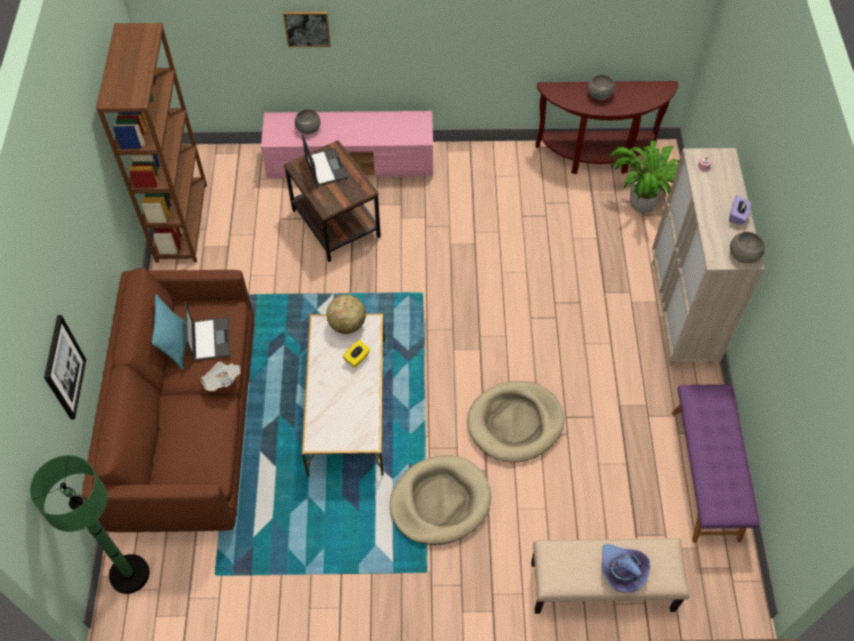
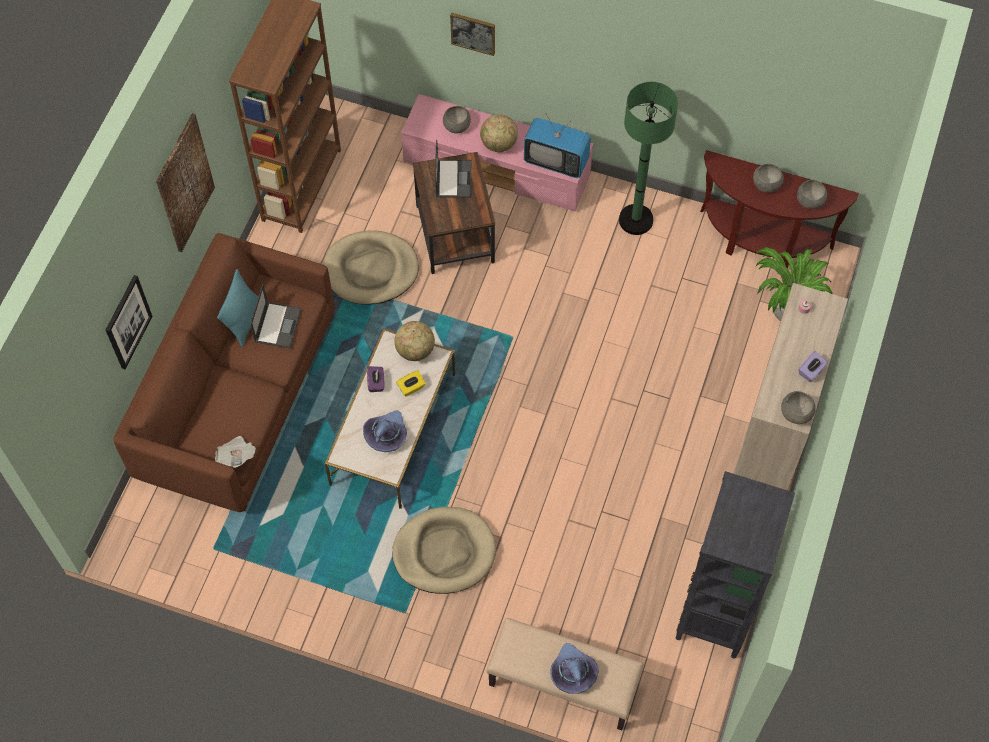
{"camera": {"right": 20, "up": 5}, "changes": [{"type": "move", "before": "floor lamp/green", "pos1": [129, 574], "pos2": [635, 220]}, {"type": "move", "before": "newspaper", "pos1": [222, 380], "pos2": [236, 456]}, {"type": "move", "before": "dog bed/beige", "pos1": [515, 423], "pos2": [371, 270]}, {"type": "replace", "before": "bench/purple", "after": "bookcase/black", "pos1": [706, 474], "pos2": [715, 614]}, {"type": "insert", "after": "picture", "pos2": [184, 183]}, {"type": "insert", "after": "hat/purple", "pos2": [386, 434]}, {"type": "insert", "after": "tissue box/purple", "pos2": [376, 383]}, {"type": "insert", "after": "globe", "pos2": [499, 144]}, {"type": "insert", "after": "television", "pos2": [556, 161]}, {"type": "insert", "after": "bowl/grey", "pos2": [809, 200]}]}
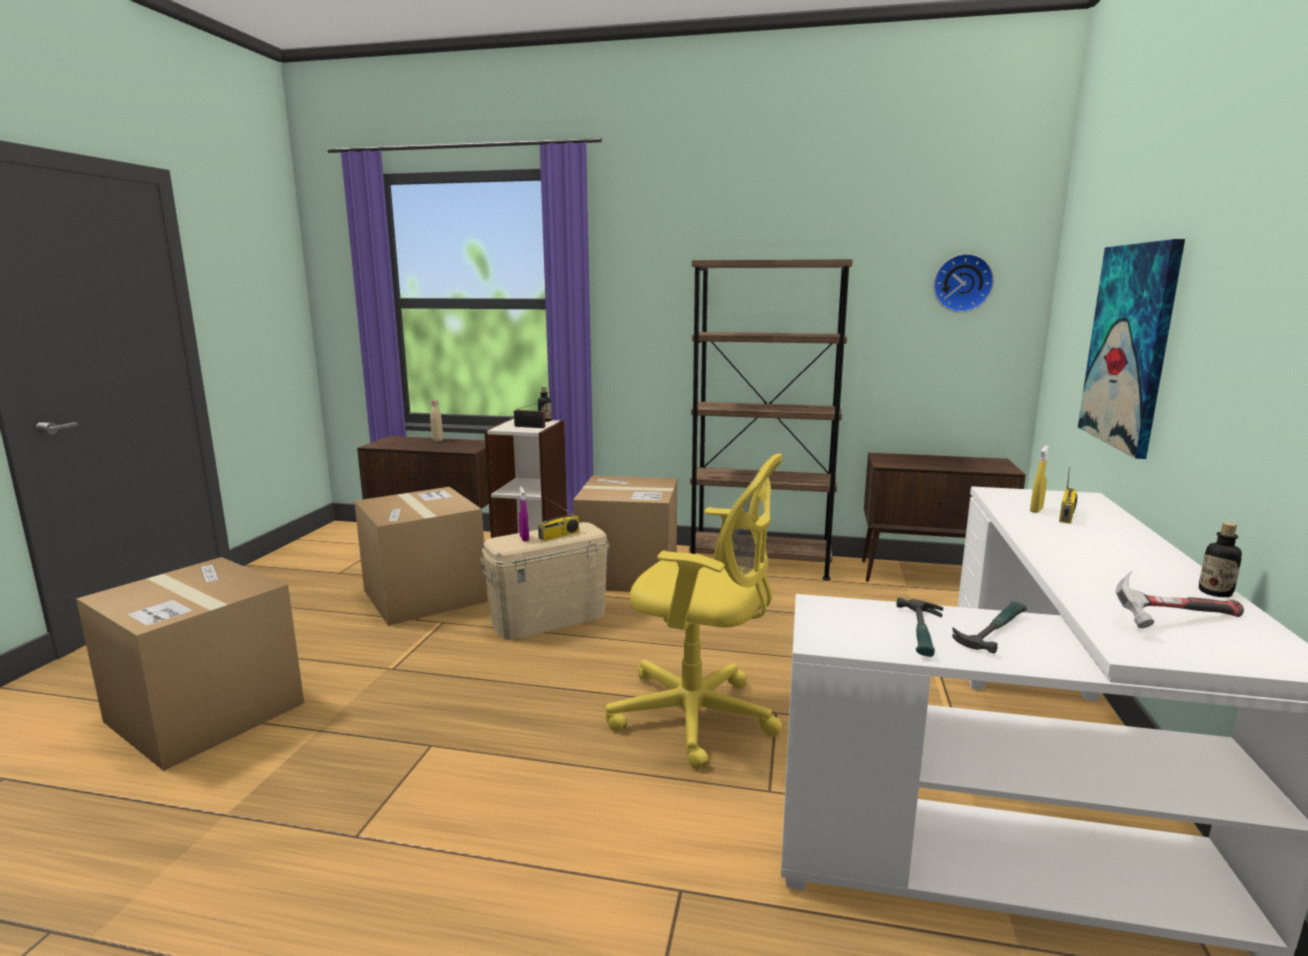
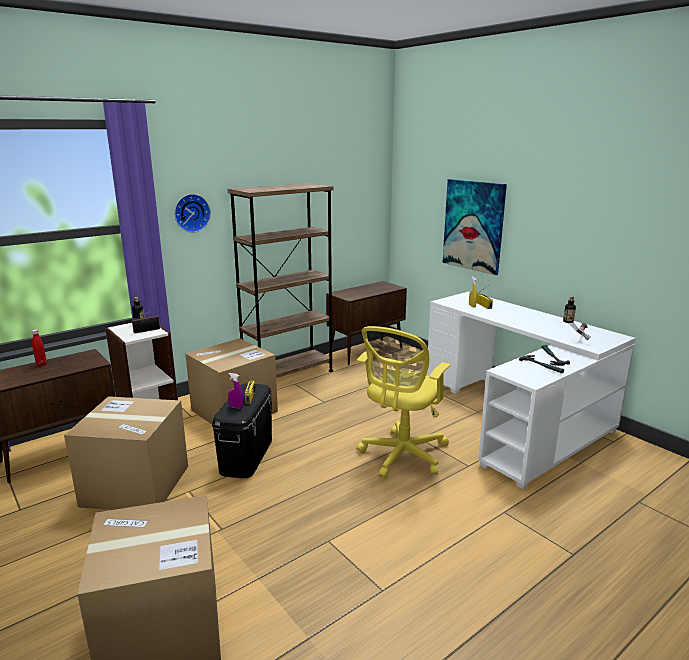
{"camera": {"right": -50, "up": 5}, "changes": [{"type": "recolor", "before": "bottle/beige", "after": "bottle/red", "pos1": [437, 440], "pos2": [41, 364]}, {"type": "recolor", "before": "storage box/beige", "after": "storage box/black", "pos1": [549, 619], "pos2": [246, 455]}, {"type": "rotate", "before": "office chair/yellow", "pos1": [699, 718], "pos2": [401, 457], "turn": 150}, {"type": "move", "before": "wall clock", "pos1": [962, 283], "pos2": [191, 213]}]}
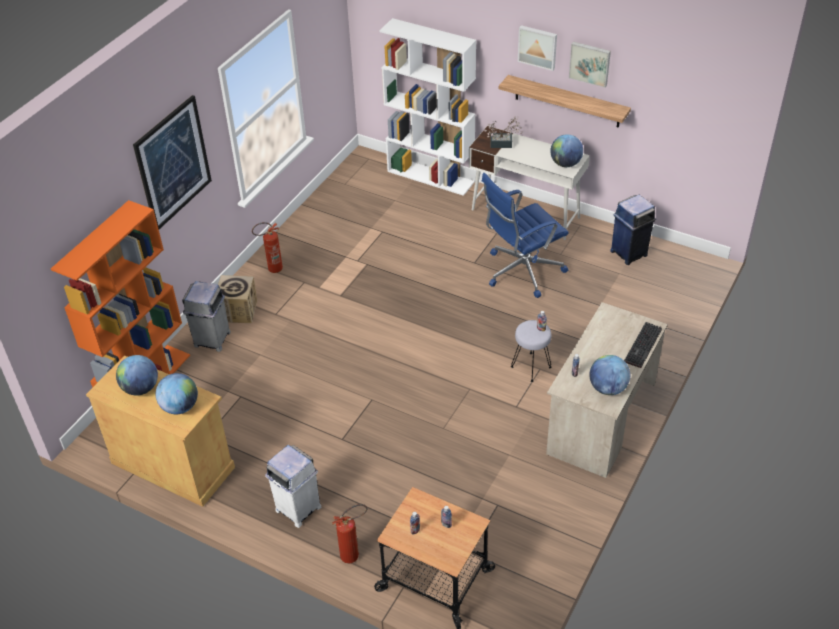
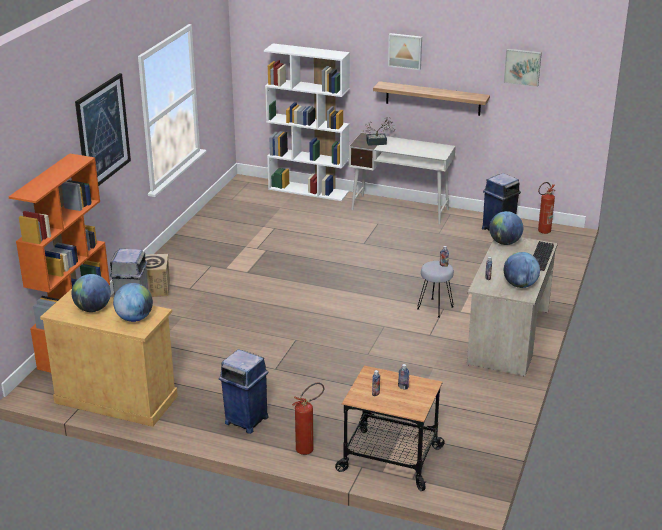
{"camera": {"right": -10, "up": -15}, "changes": [{"type": "move", "before": "fire extinguisher", "pos1": [272, 270], "pos2": [542, 232]}, {"type": "recolor", "before": "trash can/white", "after": "trash can/blue", "pos1": [298, 508], "pos2": [246, 420]}, {"type": "delete", "before": "office chair/blue", "pos1": [521, 271]}, {"type": "move", "before": "globe", "pos1": [565, 164], "pos2": [504, 242]}, {"type": "move", "before": "picture", "pos1": [590, 63], "pos2": [522, 67]}]}
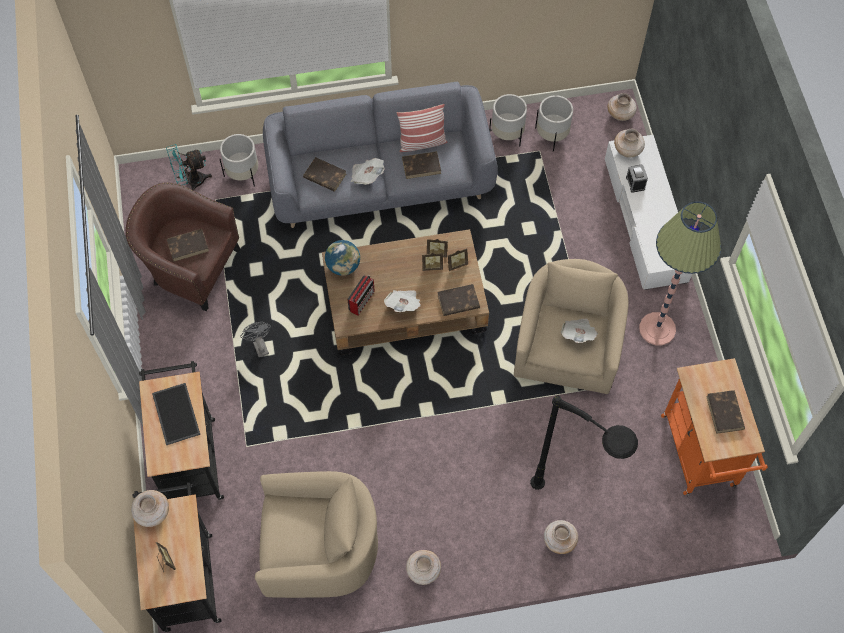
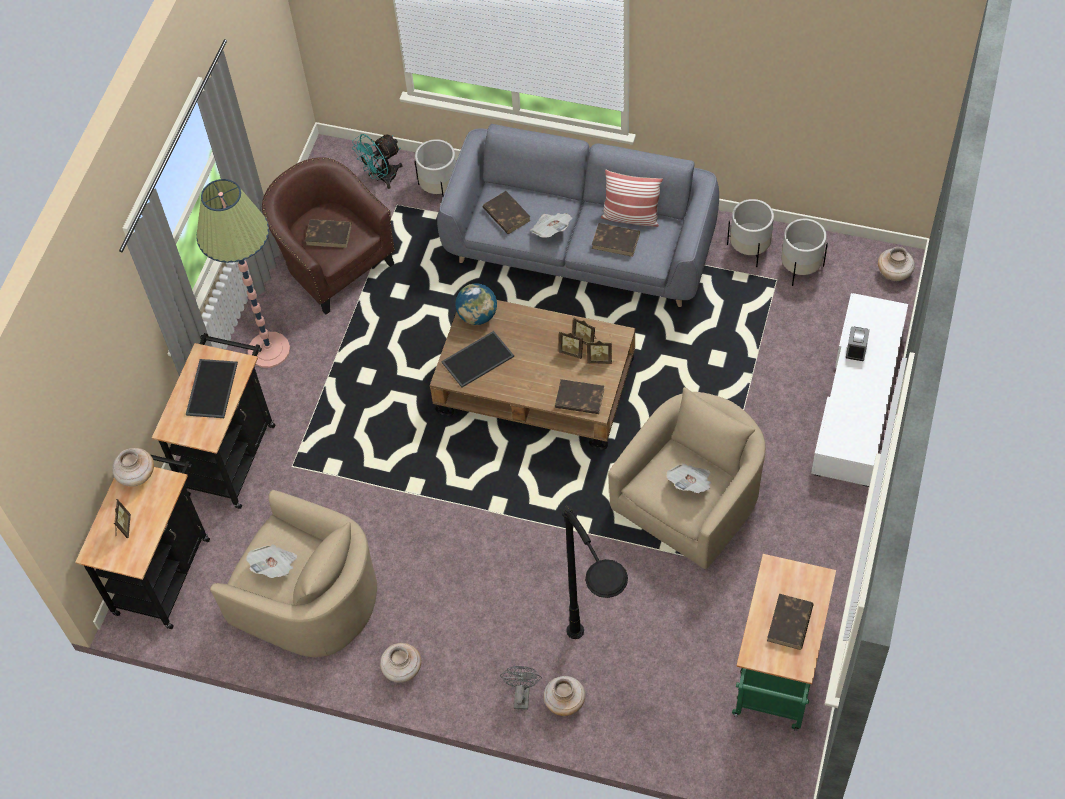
{"camera": {"right": 30, "up": -5}, "changes": [{"type": "rotate", "before": "fan/turquoise", "pos1": [191, 181], "pos2": [382, 177], "turn": -45}, {"type": "move", "before": "fan/grey", "pos1": [259, 345], "pos2": [521, 694]}, {"type": "replace", "before": "radio", "after": "tray", "pos1": [362, 300], "pos2": [477, 358]}, {"type": "move", "before": "newspaper", "pos1": [403, 305], "pos2": [275, 566]}, {"type": "delete", "before": "vase/beige", "pos1": [627, 150]}, {"type": "move", "before": "floor lamp", "pos1": [657, 329], "pos2": [269, 350]}, {"type": "recolor", "before": "cart/orange", "after": "cart/green", "pos1": [700, 456], "pos2": [776, 681]}]}
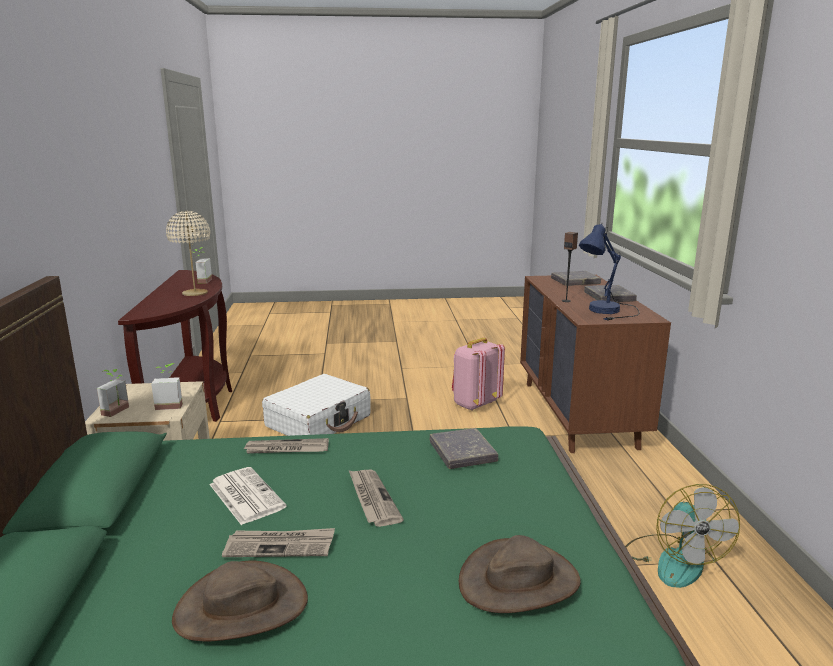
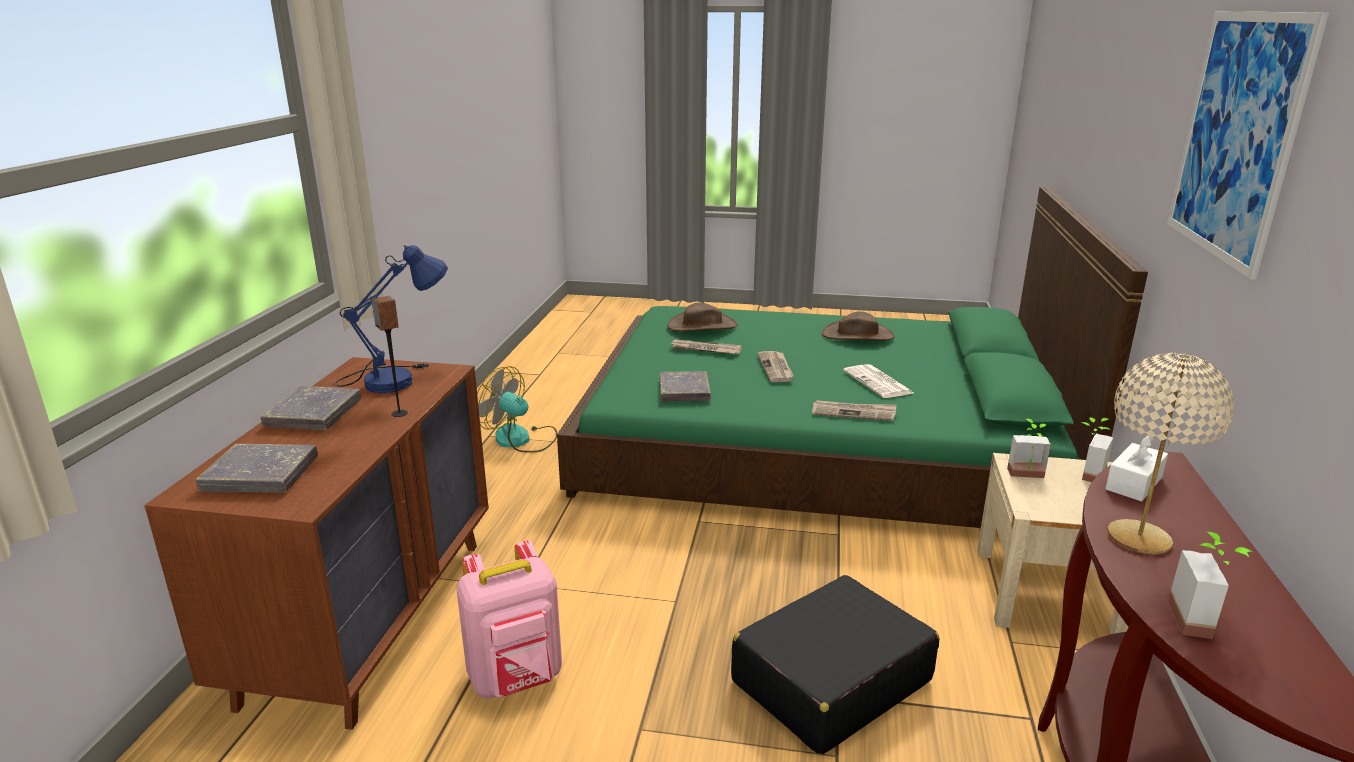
{"camera": {"right": -165, "up": 5}, "changes": [{"type": "move", "before": "newspaper", "pos1": [280, 546], "pos2": [705, 349]}, {"type": "recolor", "before": "suitcase/white", "after": "suitcase/black", "pos1": [319, 421], "pos2": [830, 681]}, {"type": "rotate", "before": "fan", "pos1": [673, 560], "pos2": [520, 439], "turn": -75}, {"type": "insert", "after": "tissue box/white", "pos2": [1133, 483]}, {"type": "insert", "after": "picture", "pos2": [1237, 136]}]}
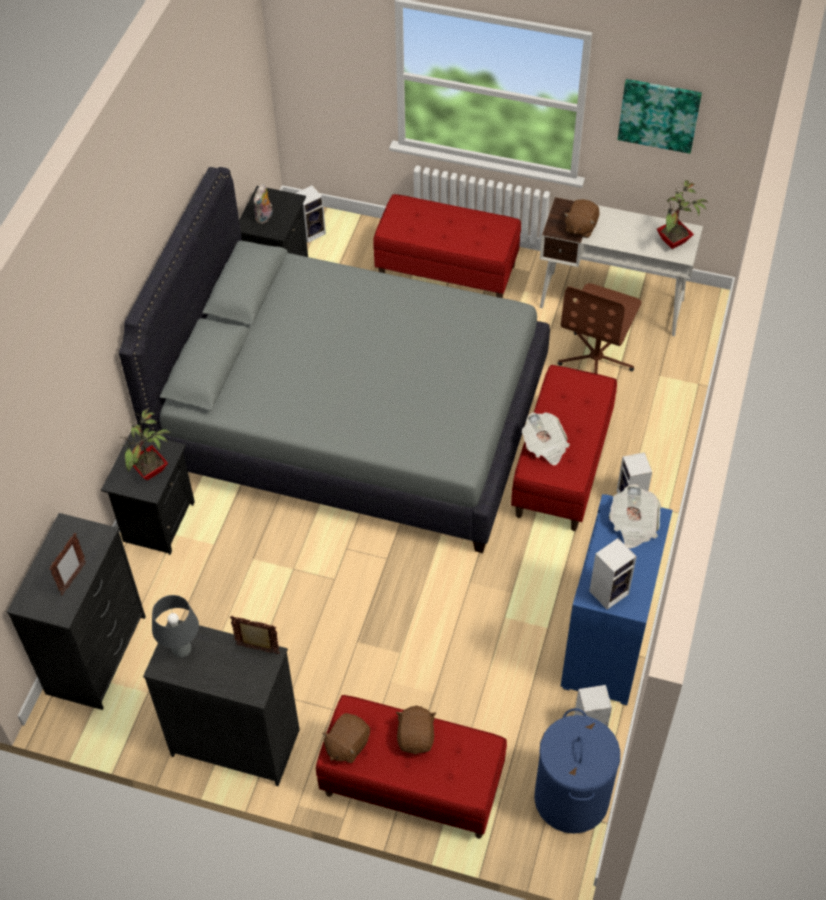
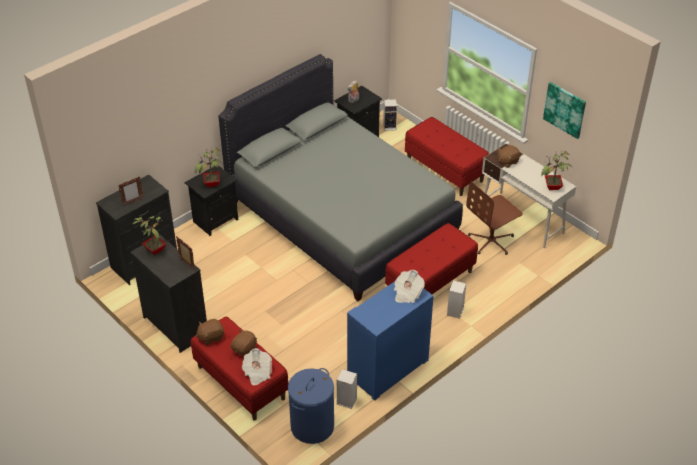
{"camera": {"right": 30, "up": -10}, "changes": [{"type": "replace", "before": "table lamp/grey", "after": "potted plant", "pos1": [182, 651], "pos2": [154, 249]}, {"type": "move", "before": "newspaper", "pos1": [545, 446], "pos2": [257, 372]}, {"type": "delete", "before": "speaker", "pos1": [609, 591]}]}
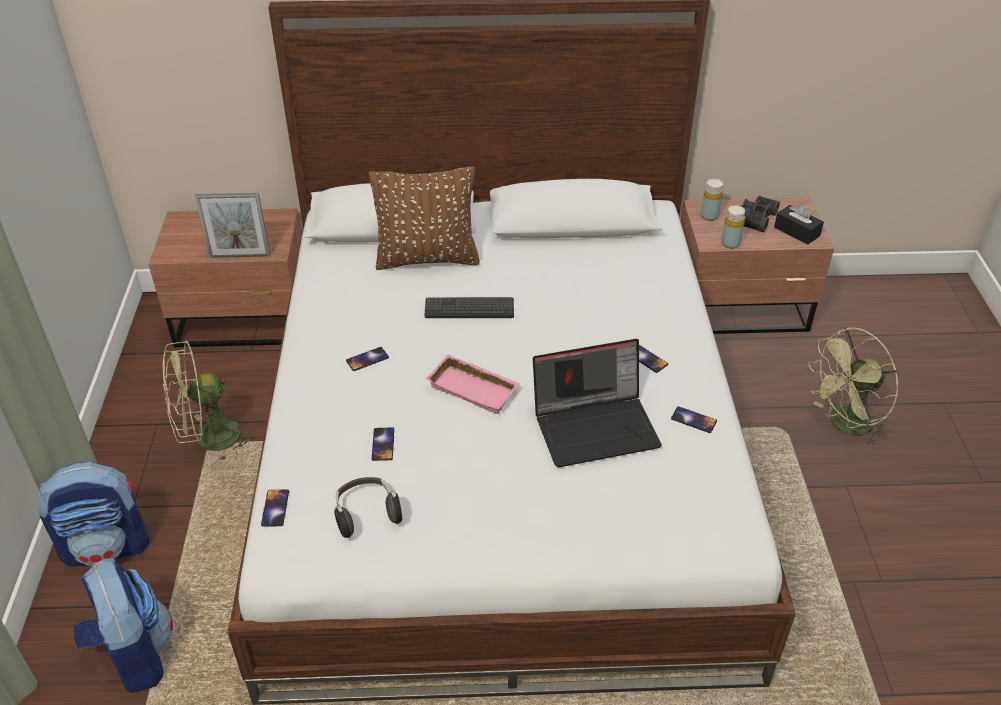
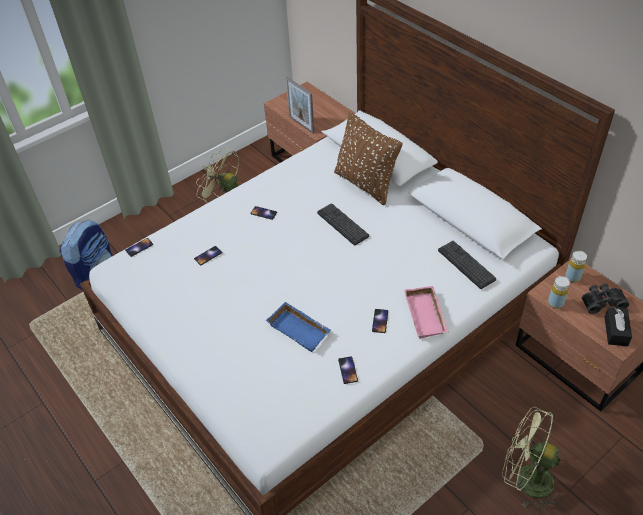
{"camera": {"right": 55, "up": 5}, "changes": [{"type": "delete", "before": "backpack", "pos1": [108, 546]}, {"type": "delete", "before": "headphones", "pos1": [366, 514]}, {"type": "move", "before": "tray/pink", "pos1": [475, 388], "pos2": [427, 315]}, {"type": "replace", "before": "laptop", "after": "tray/blue", "pos1": [596, 426], "pos2": [300, 329]}, {"type": "insert", "after": "keyboard", "pos2": [466, 265]}]}
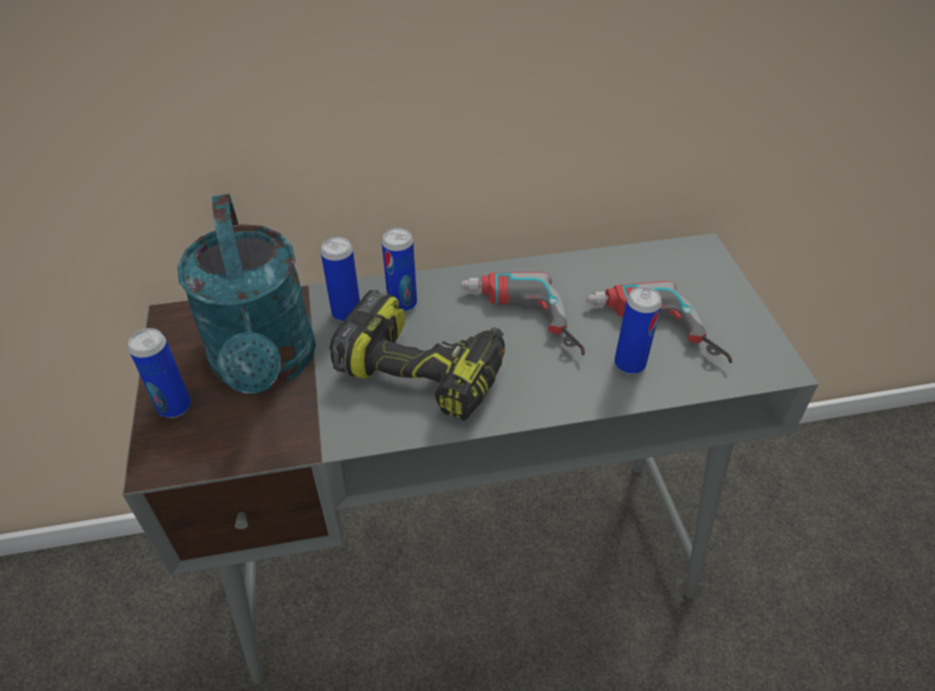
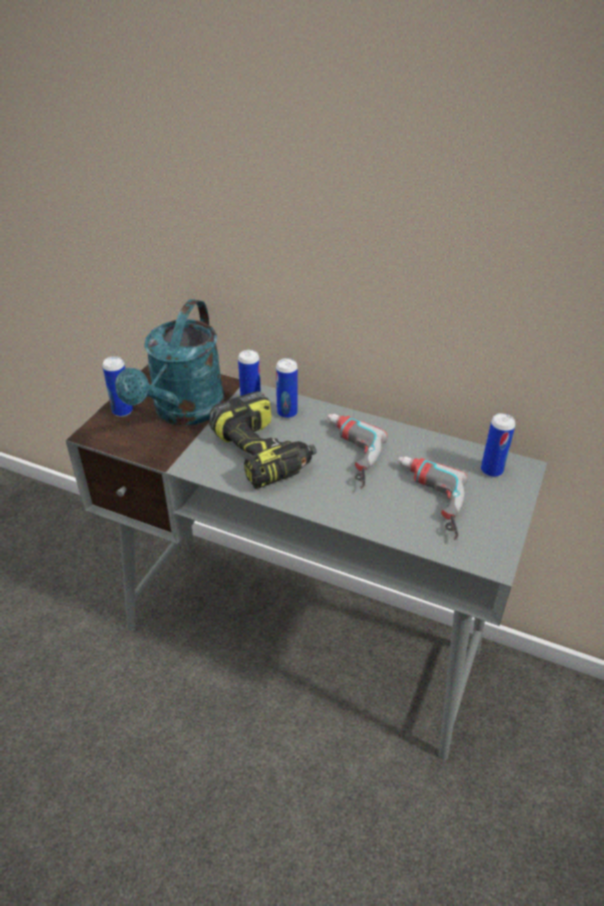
{"camera": {"right": 35, "up": -5}, "changes": [{"type": "move", "before": "can", "pos1": [629, 364], "pos2": [491, 470]}]}
